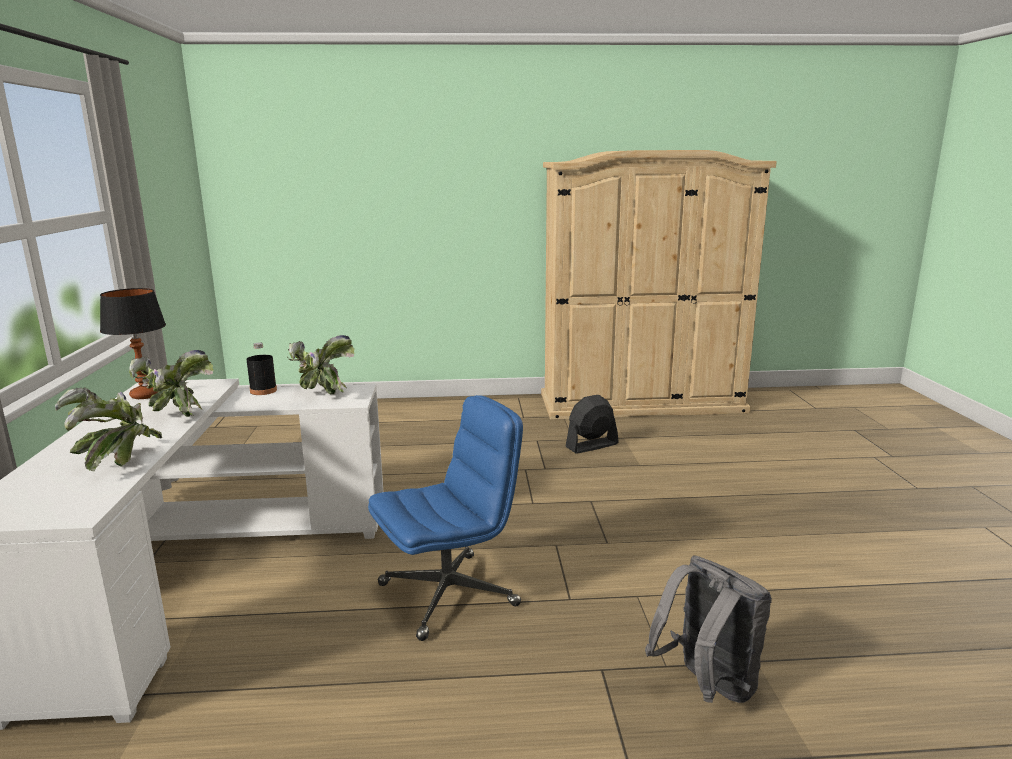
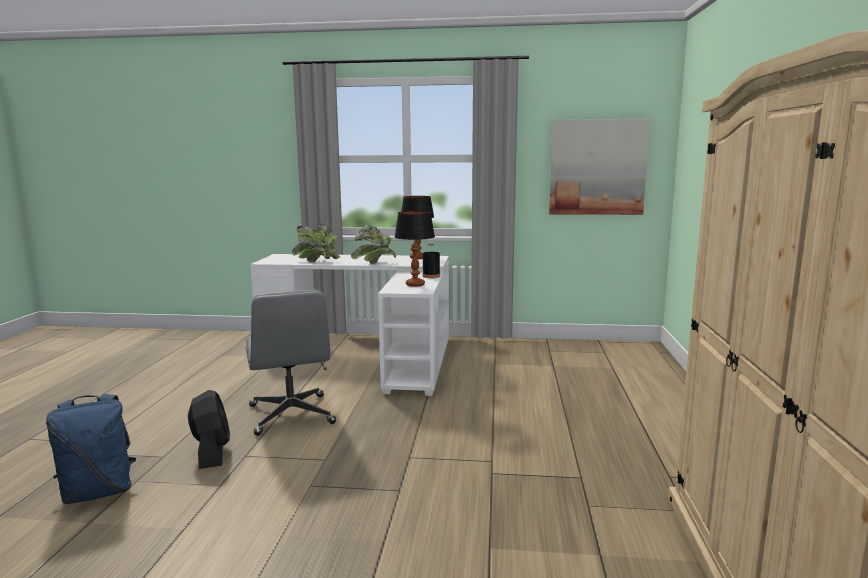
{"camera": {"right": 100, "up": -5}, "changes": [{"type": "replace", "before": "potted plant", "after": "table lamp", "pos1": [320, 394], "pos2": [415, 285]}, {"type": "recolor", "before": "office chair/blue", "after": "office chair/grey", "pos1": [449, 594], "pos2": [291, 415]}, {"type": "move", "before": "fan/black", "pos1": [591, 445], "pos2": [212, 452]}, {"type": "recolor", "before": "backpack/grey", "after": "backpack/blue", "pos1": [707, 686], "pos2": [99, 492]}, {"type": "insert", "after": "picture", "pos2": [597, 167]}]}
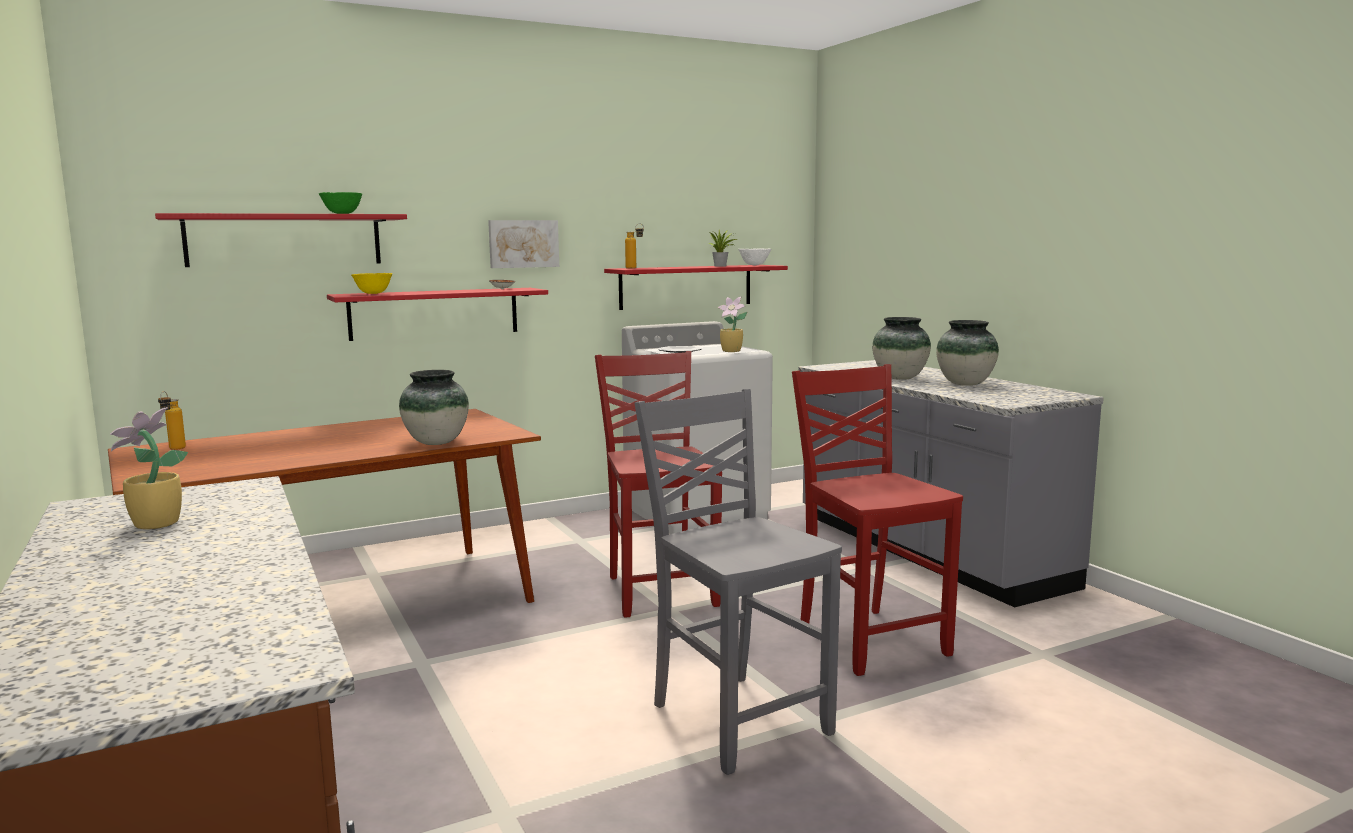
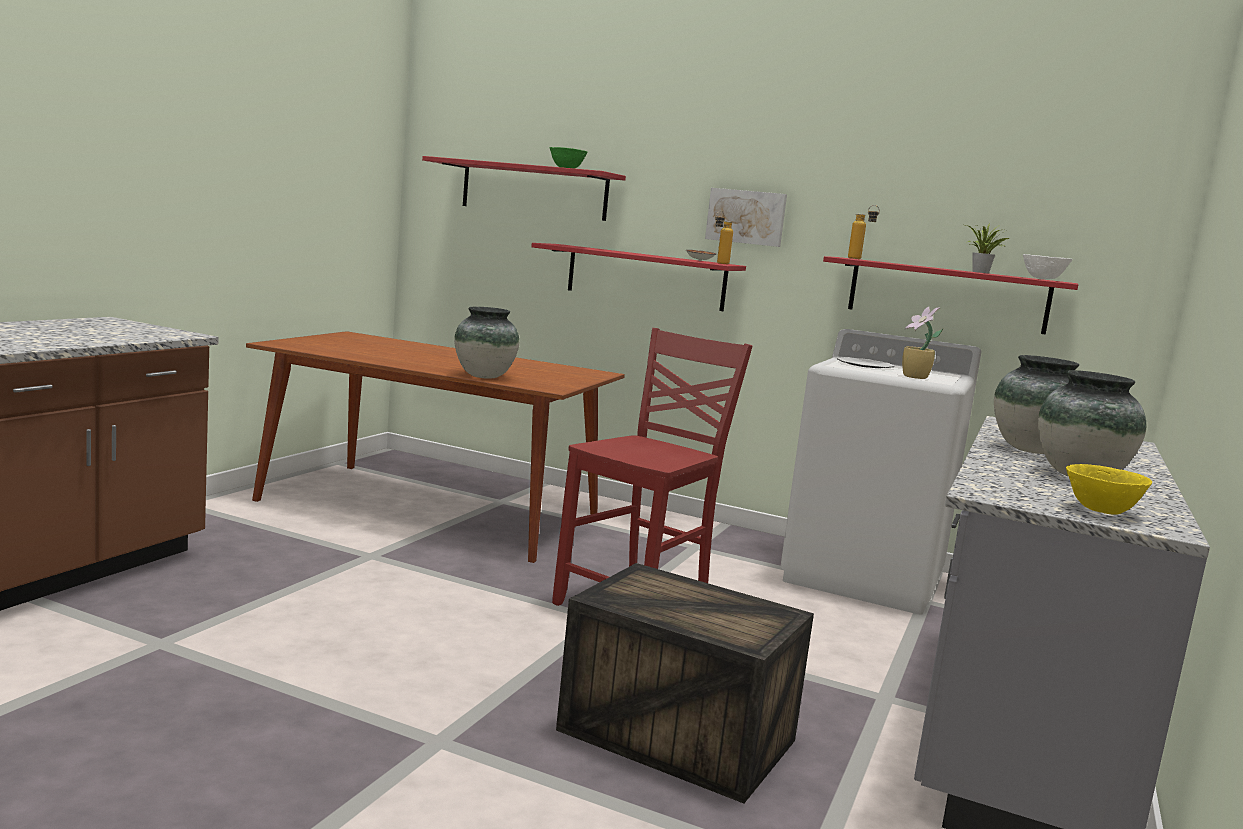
{"camera": {"right": 50, "up": 0}, "changes": [{"type": "delete", "before": "potted plant", "pos1": [154, 524]}, {"type": "move", "before": "bottle", "pos1": [174, 449], "pos2": [719, 263]}, {"type": "move", "before": "bowl/yellow", "pos1": [372, 293], "pos2": [1100, 511]}, {"type": "delete", "before": "chair/grey", "pos1": [737, 718]}, {"type": "replace", "before": "chair/red", "after": "crate", "pos1": [869, 639], "pos2": [680, 736]}]}
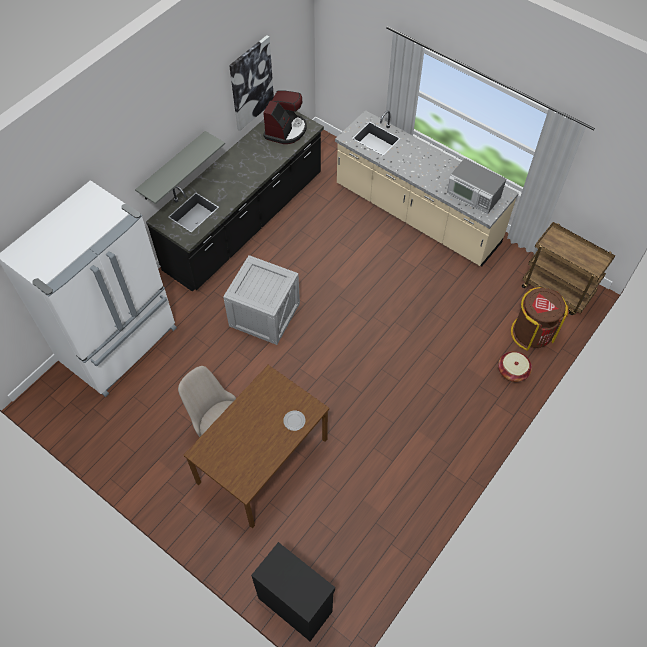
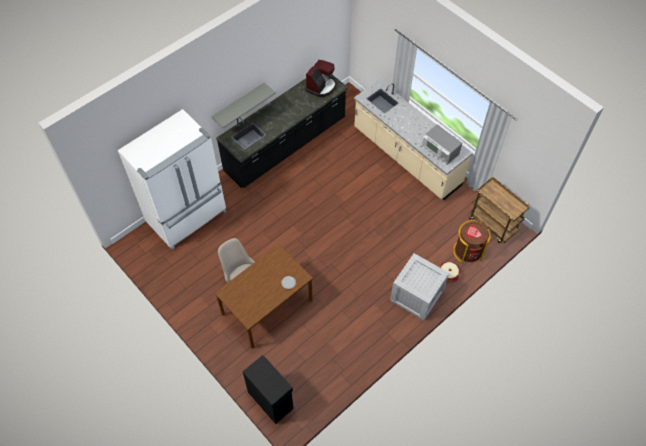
{"camera": {"right": 10, "up": 0}, "changes": [{"type": "move", "before": "crate", "pos1": [264, 313], "pos2": [416, 295]}, {"type": "delete", "before": "picture", "pos1": [251, 83]}]}
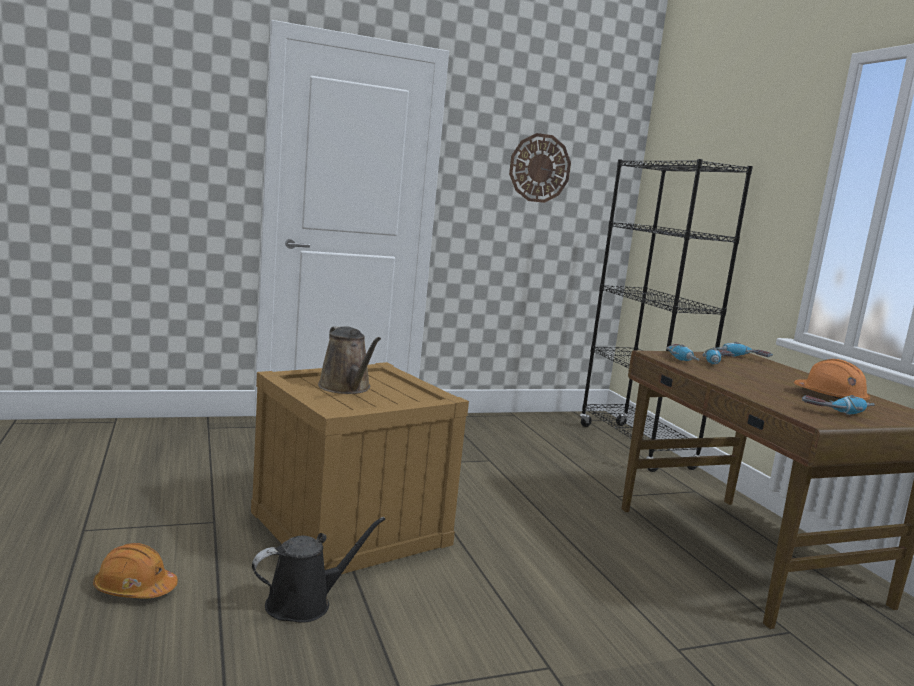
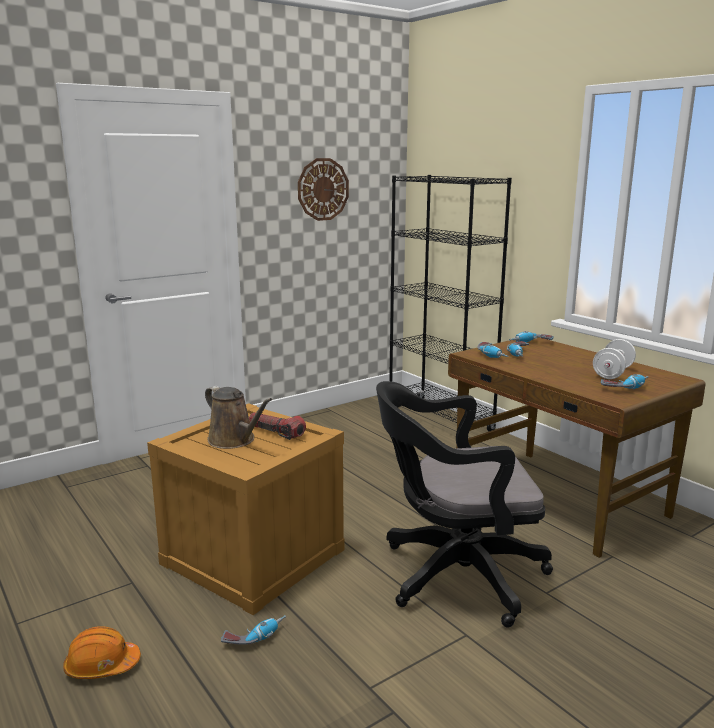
{"camera": {"right": -15, "up": 5}, "changes": [{"type": "replace", "before": "watering can/black", "after": "power drill", "pos1": [305, 603], "pos2": [255, 636]}, {"type": "replace", "before": "hard hat/orange", "after": "dumbbell/white", "pos1": [830, 397], "pos2": [612, 373]}, {"type": "insert", "after": "flashlight", "pos2": [276, 433]}, {"type": "insert", "after": "office chair/black", "pos2": [454, 575]}]}
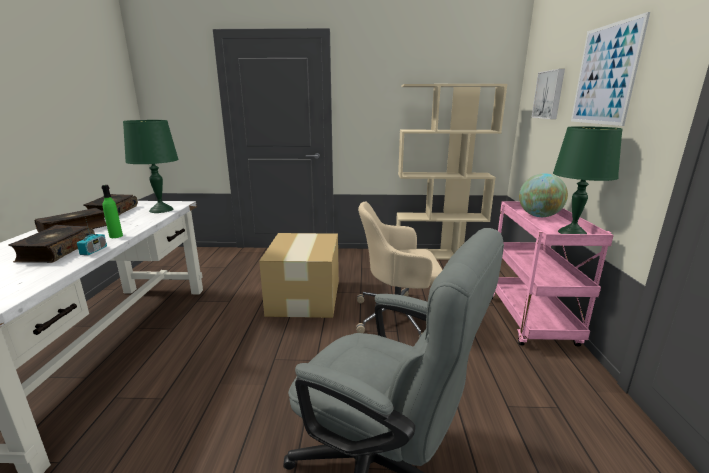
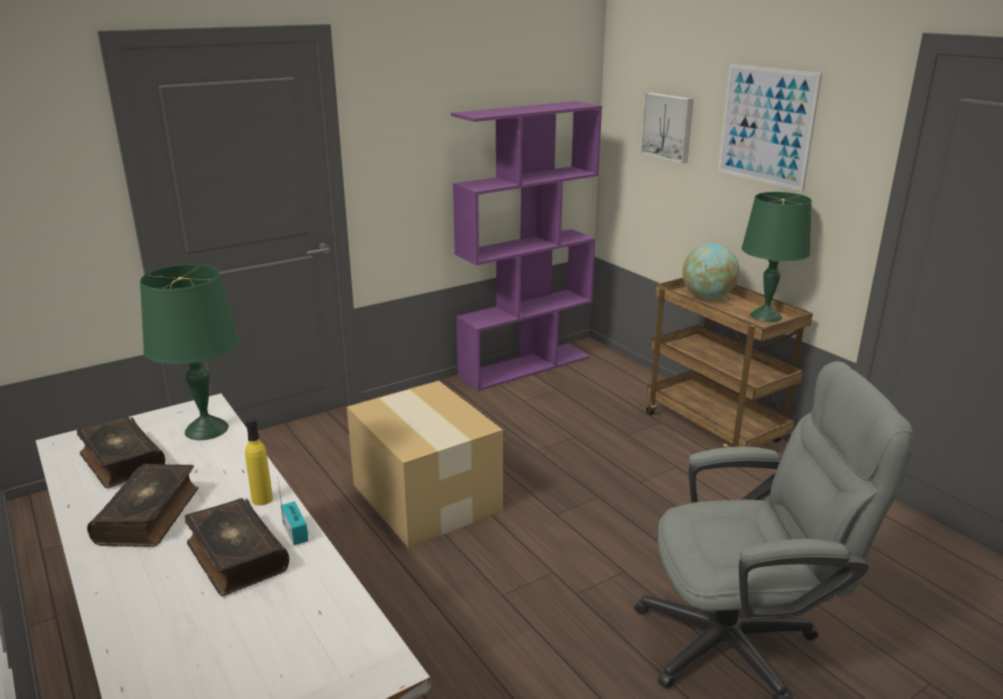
{"camera": {"right": -35, "up": 5}, "changes": [{"type": "recolor", "before": "bottle/green", "after": "bottle/yellow", "pos1": [116, 236], "pos2": [262, 499]}, {"type": "delete", "before": "office chair/beige", "pos1": [398, 316]}, {"type": "recolor", "before": "bookcase/beige", "after": "bookcase/purple", "pos1": [439, 254], "pos2": [525, 366]}, {"type": "recolor", "before": "cart/pink", "after": "cart/brown", "pos1": [532, 322], "pos2": [716, 429]}]}
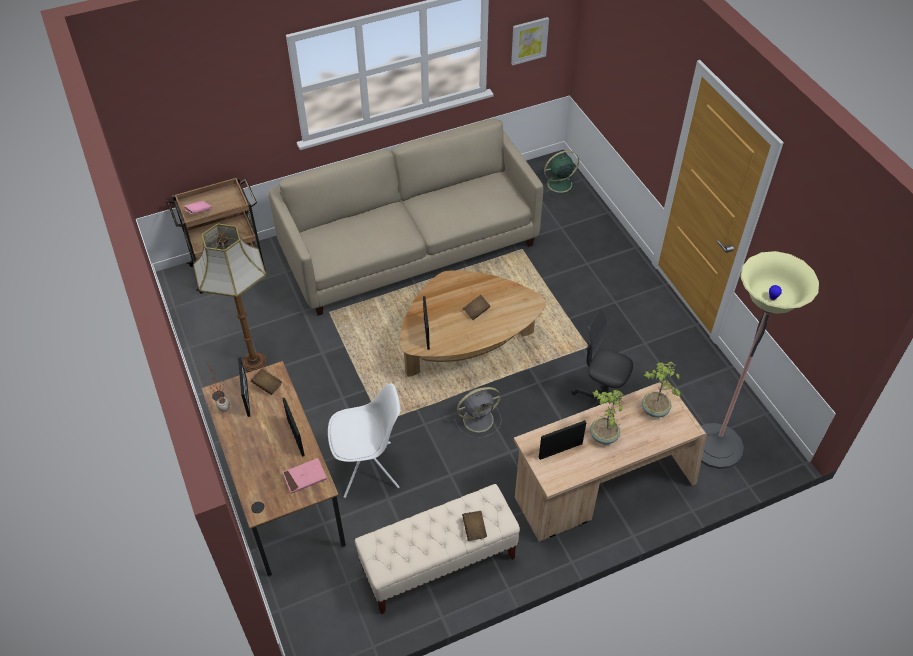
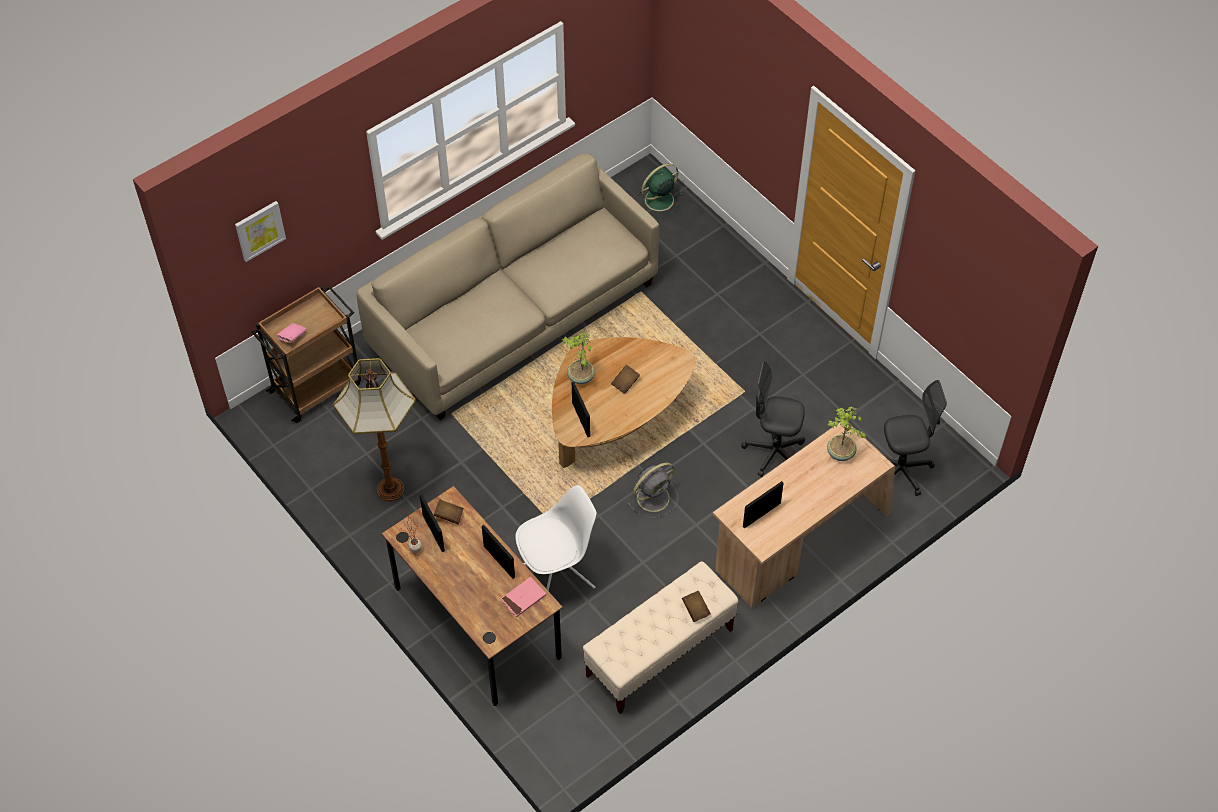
{"camera": {"right": -15, "up": 5}, "changes": [{"type": "move", "before": "picture", "pos1": [529, 40], "pos2": [259, 230]}, {"type": "move", "before": "potted plant", "pos1": [603, 436], "pos2": [580, 377]}, {"type": "replace", "before": "floor lamp", "after": "office chair/grey", "pos1": [716, 446], "pos2": [901, 471]}]}
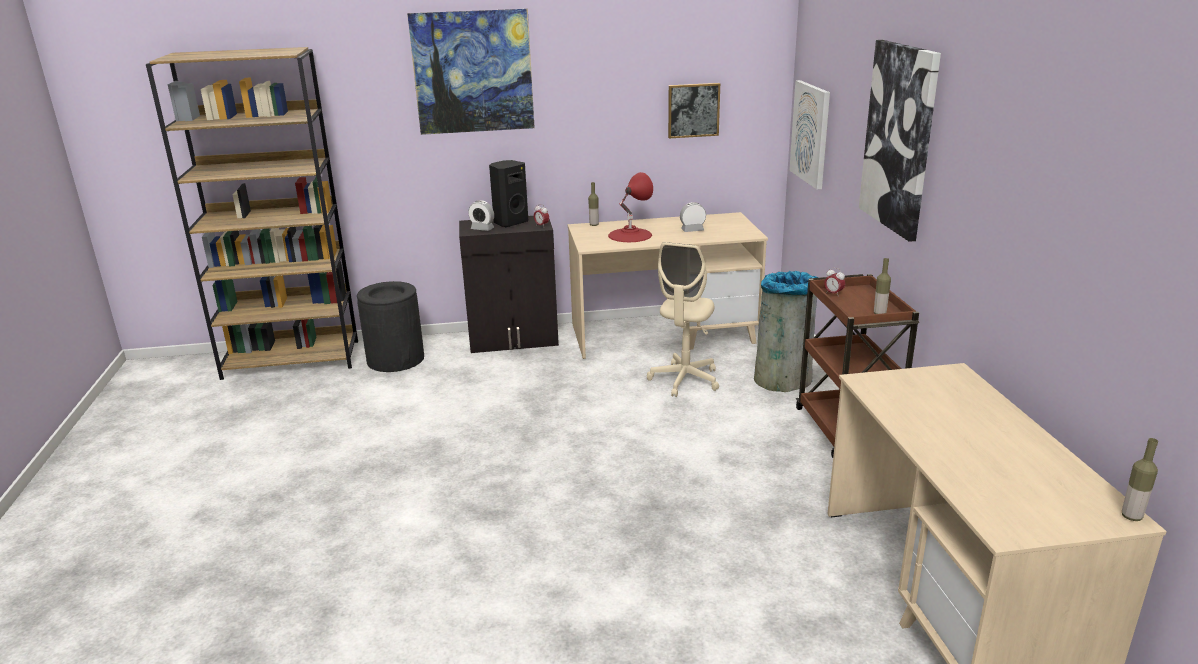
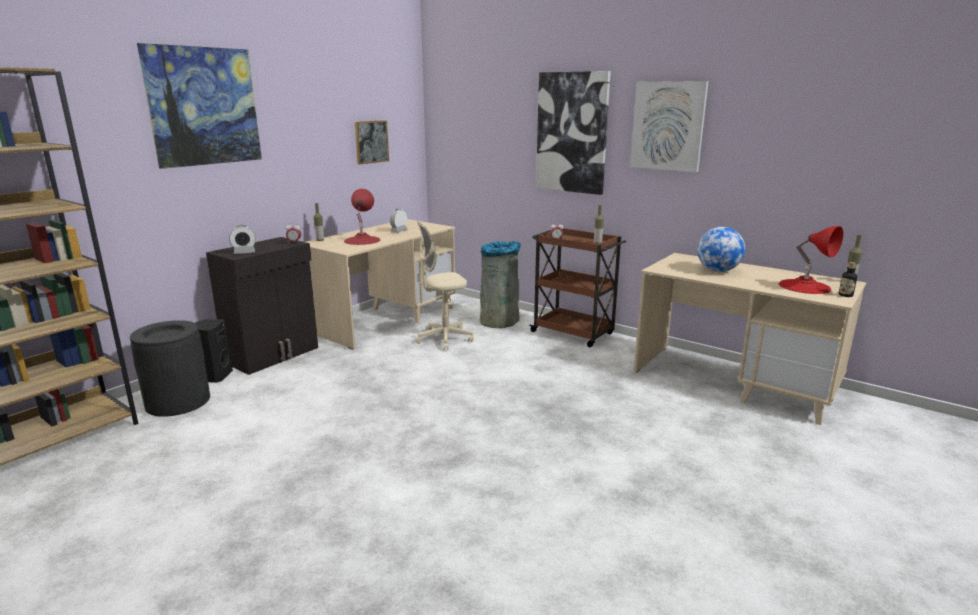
{"camera": {"right": -45, "up": -5}, "changes": [{"type": "move", "before": "speaker/black", "pos1": [510, 222], "pos2": [215, 376]}, {"type": "rotate", "before": "office chair/beige", "pos1": [685, 380], "pos2": [444, 339], "turn": 90}, {"type": "move", "before": "picture", "pos1": [811, 133], "pos2": [668, 126]}, {"type": "insert", "after": "globe", "pos2": [717, 271]}, {"type": "insert", "after": "table lamp/red", "pos2": [804, 286]}, {"type": "insert", "after": "bottle", "pos2": [845, 295]}]}
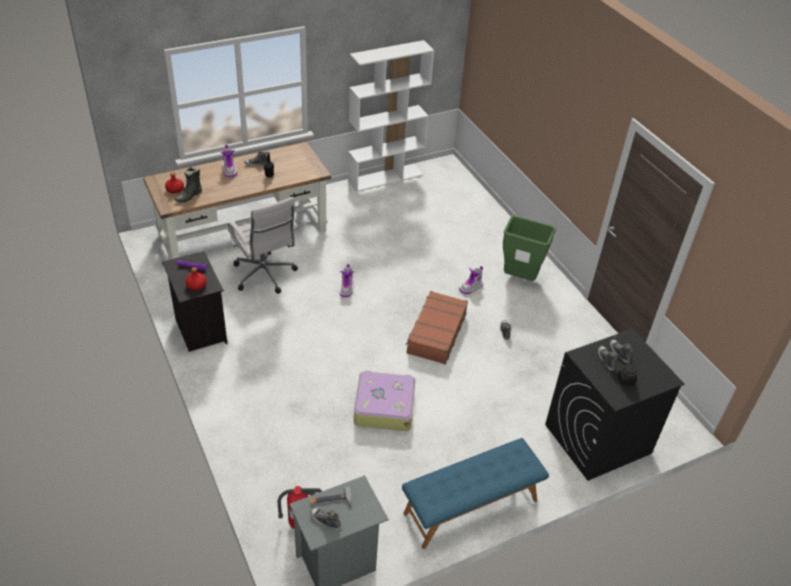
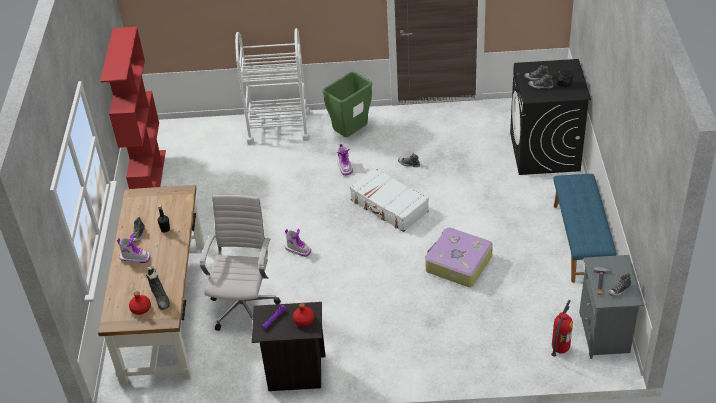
{"camera": {"right": -60, "up": 0}, "changes": [{"type": "rotate", "before": "office chair/white", "pos1": [265, 276], "pos2": [244, 306], "turn": -75}, {"type": "recolor", "before": "bookcase/white", "after": "bookcase/red", "pos1": [386, 177], "pos2": [149, 178]}, {"type": "recolor", "before": "suitcase/brown", "after": "suitcase/white", "pos1": [436, 333], "pos2": [389, 206]}, {"type": "insert", "after": "cart/white", "pos2": [278, 127]}]}
